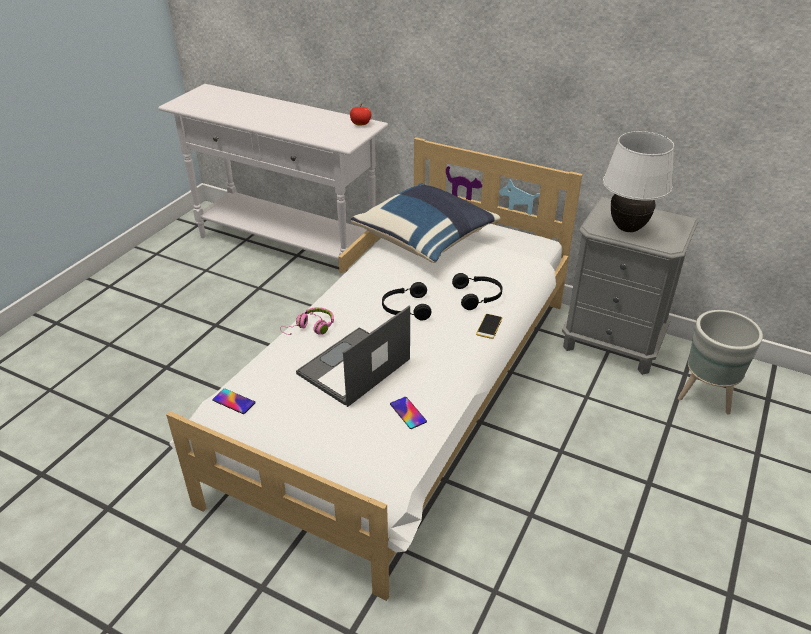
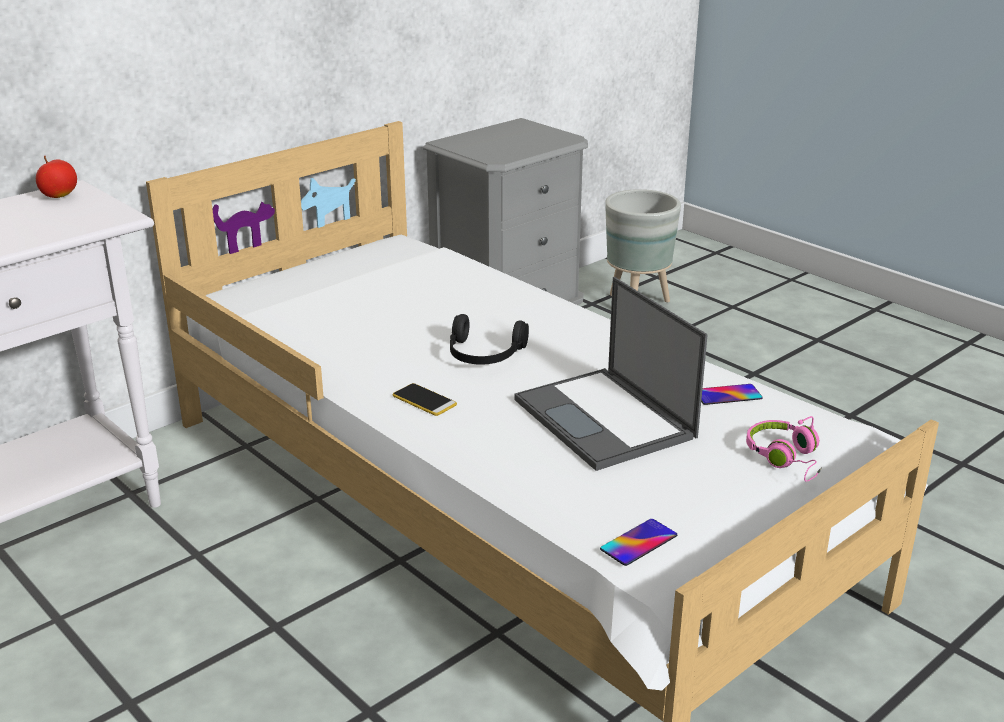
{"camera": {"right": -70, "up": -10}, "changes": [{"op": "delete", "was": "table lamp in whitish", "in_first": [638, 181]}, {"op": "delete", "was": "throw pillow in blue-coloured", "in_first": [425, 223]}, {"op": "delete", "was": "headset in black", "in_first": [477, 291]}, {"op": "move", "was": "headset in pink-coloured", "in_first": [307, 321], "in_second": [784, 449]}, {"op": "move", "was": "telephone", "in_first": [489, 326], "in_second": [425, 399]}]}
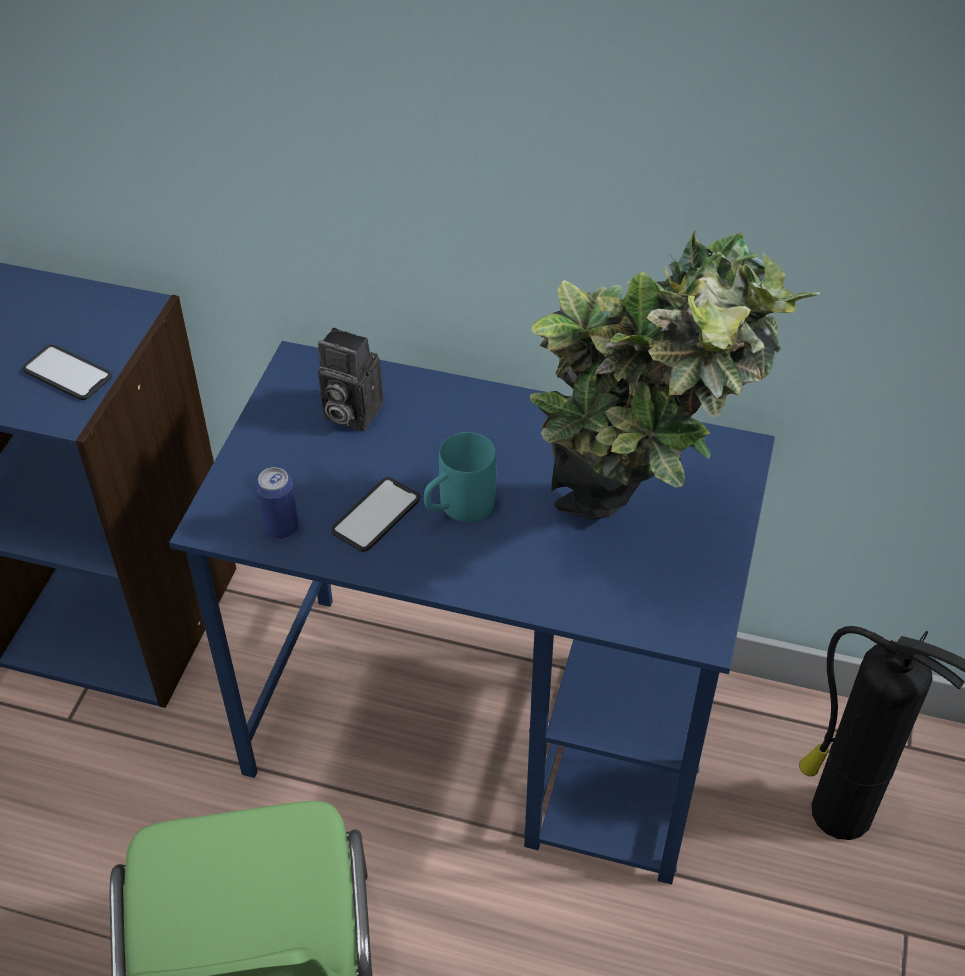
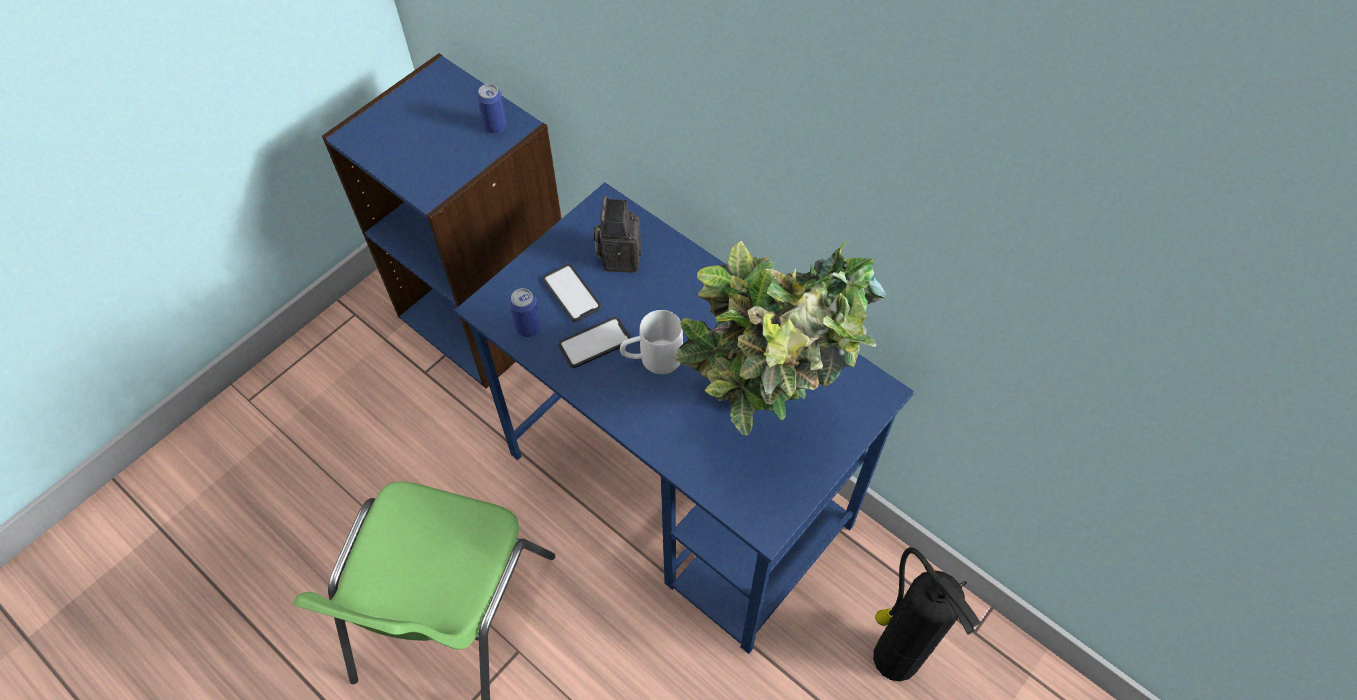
{"camera": {"right": 25, "up": 10}, "changes": [{"op": "rotate", "was": "still camera", "in_first": [350, 379], "in_second": [617, 234], "clockwise": 45}, {"op": "move", "was": "telephone", "in_first": [67, 372], "in_second": [572, 293]}, {"op": "recolor", "was": "coffee mug in turquoise-coloured", "now": "coffee mug in whitish", "in_first": [460, 477], "in_second": [651, 342]}, {"op": "insert", "now": "can", "in_second": [492, 109]}]}
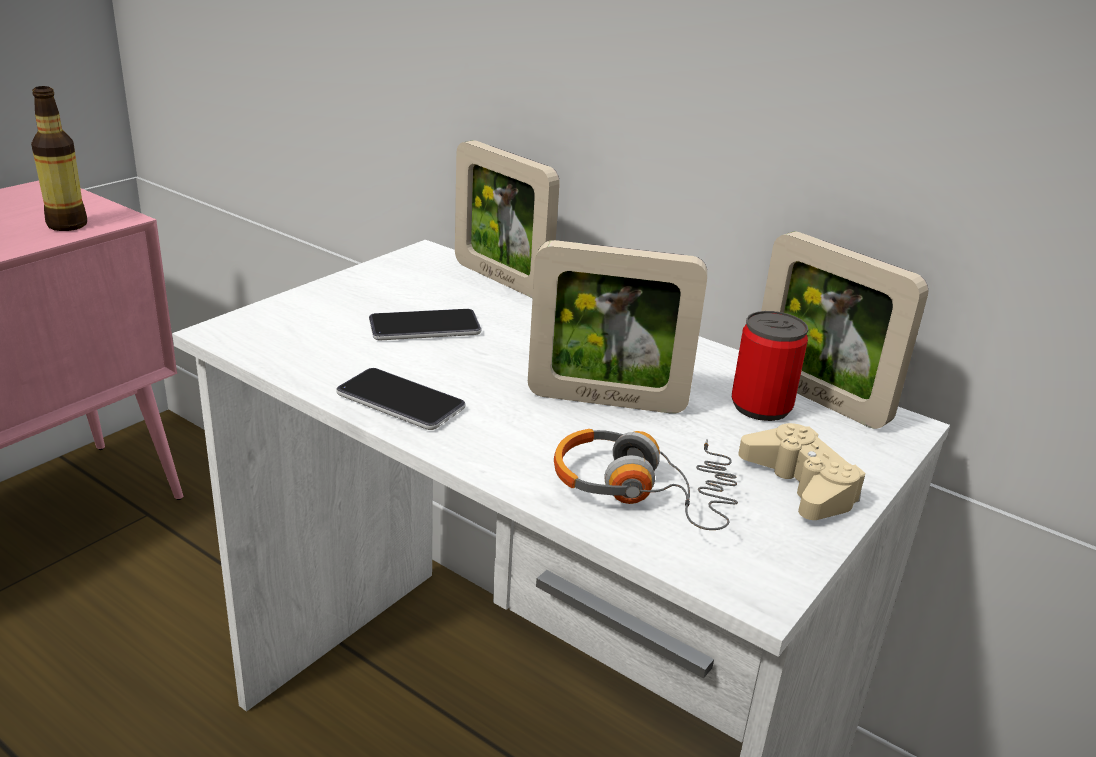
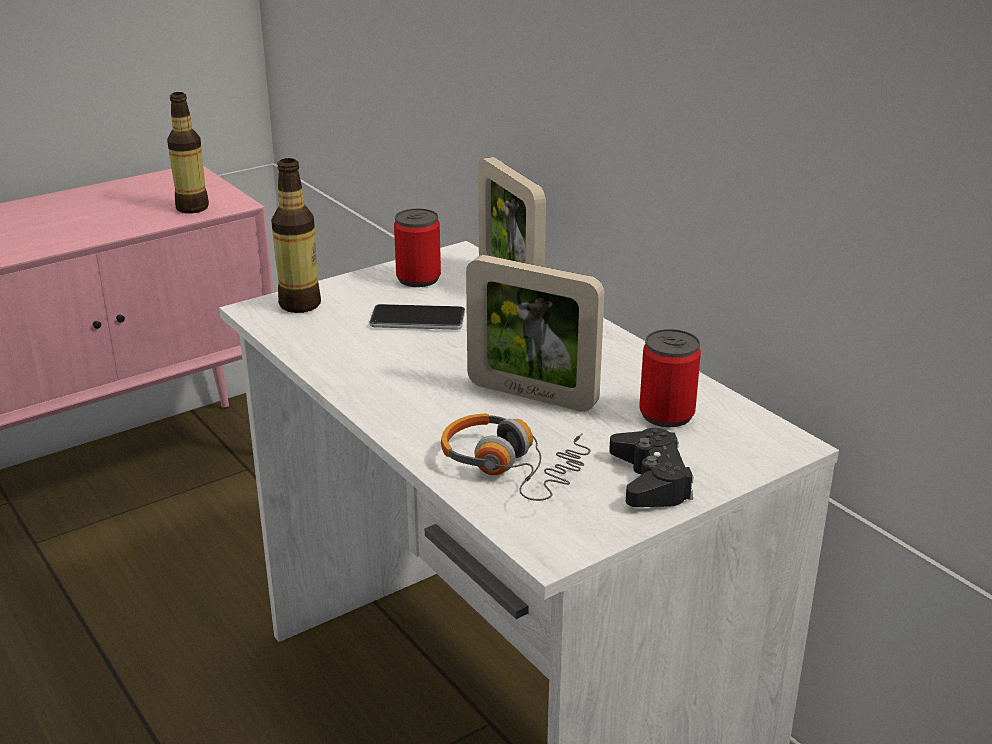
{"camera": {"right": 20, "up": 0}, "changes": [{"op": "delete", "was": "photo frame", "in_first": [844, 330]}, {"op": "delete", "was": "telephone", "in_first": [400, 399]}, {"op": "recolor", "was": "gamepad in beige", "now": "gamepad in black", "in_first": [801, 471], "in_second": [651, 467]}, {"op": "insert", "now": "drink bottle", "in_second": [296, 235]}, {"op": "insert", "now": "can", "in_second": [417, 247]}]}
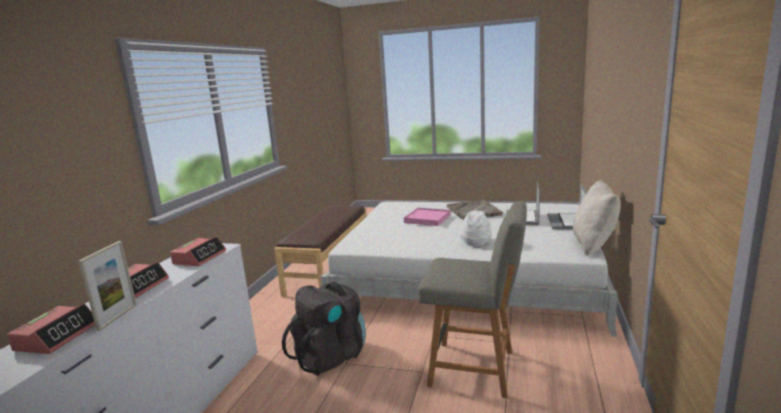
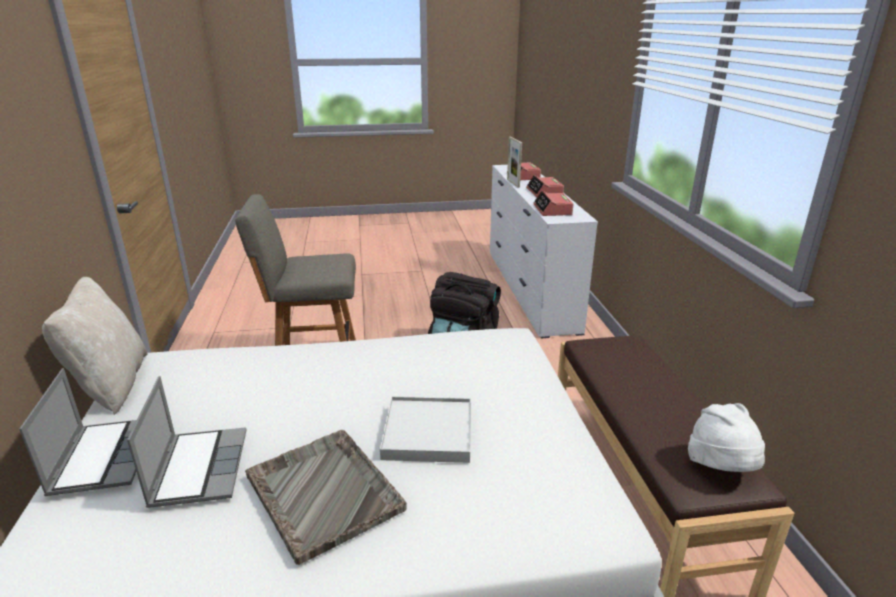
{"camera": {"right": 155, "up": 10}, "changes": [{"op": "recolor", "was": "serving tray in pink-coloured", "now": "serving tray in whitish", "in_first": [427, 217], "in_second": [425, 429]}, {"op": "move", "was": "wearable hat in whitish", "in_first": [476, 228], "in_second": [726, 437]}]}
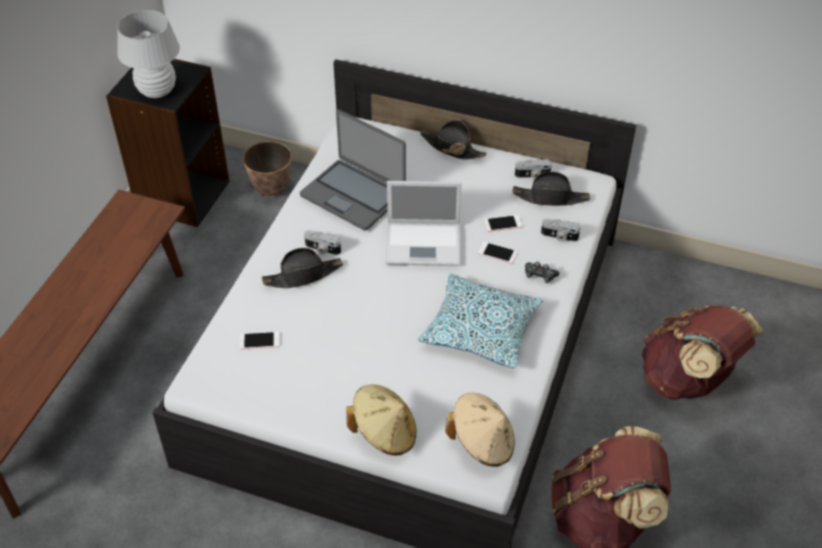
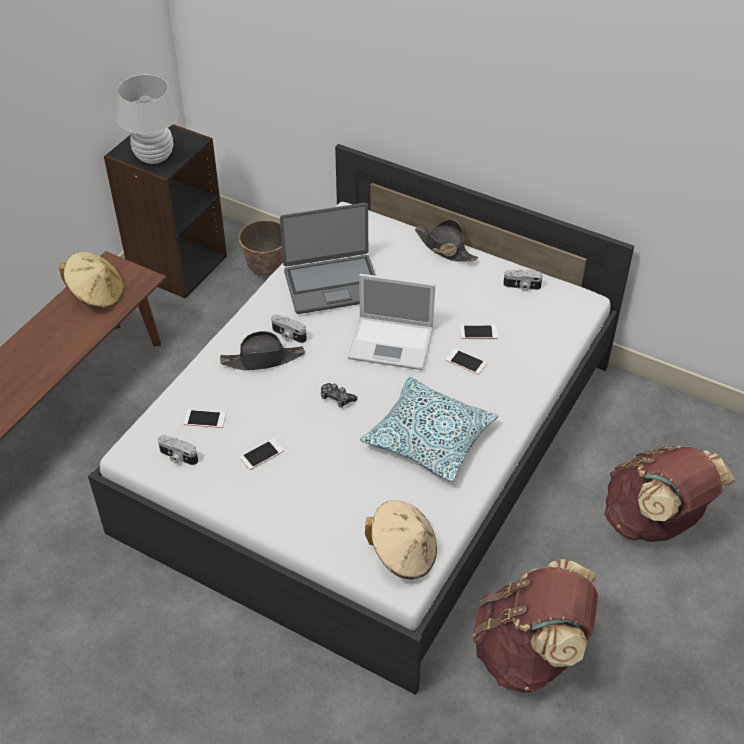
{"camera": {"right": 10, "up": 0}, "changes": [{"op": "rotate", "was": "portable computer", "in_first": [353, 170], "in_second": [328, 258], "clockwise": -60}, {"op": "delete", "was": "wearable hat in black", "in_first": [551, 189]}, {"op": "move", "was": "still camera", "in_first": [560, 230], "in_second": [178, 450]}, {"op": "move", "was": "gamepad", "in_first": [542, 272], "in_second": [339, 395]}, {"op": "move", "was": "wearable hat in beige", "in_first": [381, 420], "in_second": [91, 280]}, {"op": "insert", "now": "telephone", "in_second": [262, 454]}]}
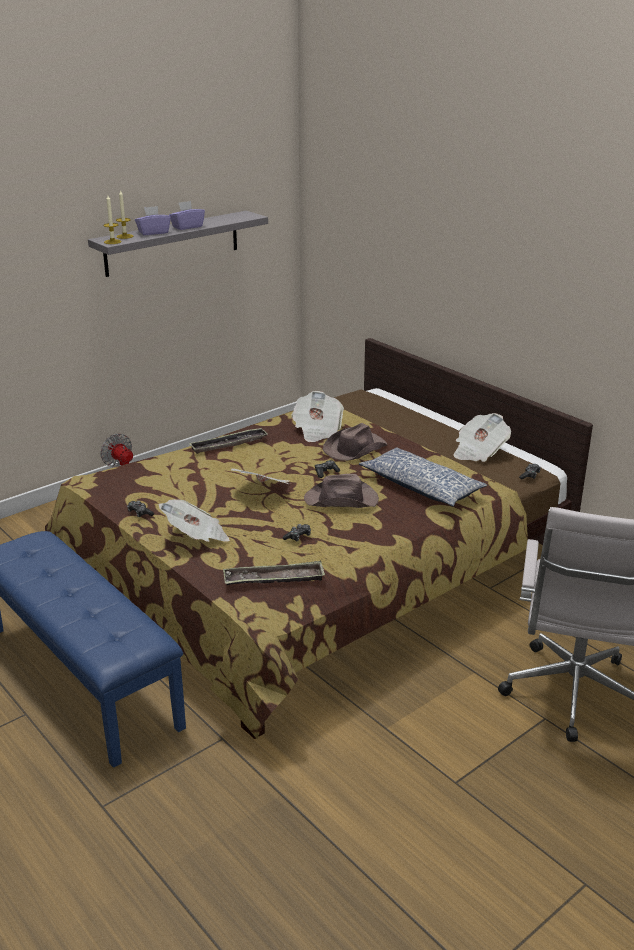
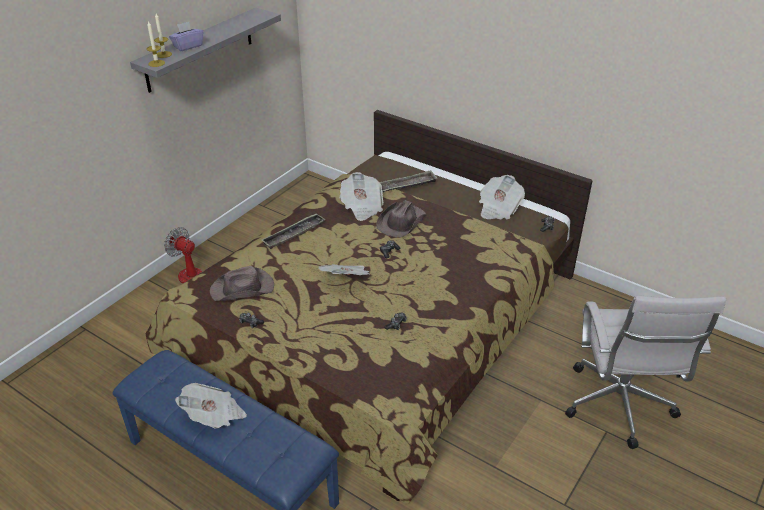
{"camera": {"right": -15, "up": 10}, "changes": [{"op": "delete", "was": "tissue box in purple-coloured", "in_first": [187, 215]}, {"op": "delete", "was": "throw pillow", "in_first": [423, 477]}, {"op": "move", "was": "wearable hat in brown-coloured", "in_first": [341, 491], "in_second": [242, 283]}, {"op": "move", "was": "printed paper", "in_first": [194, 520], "in_second": [211, 406]}, {"op": "move", "was": "serving tray", "in_first": [274, 572], "in_second": [408, 181]}]}
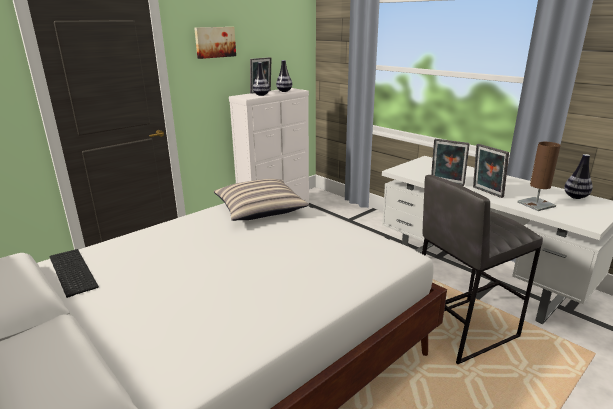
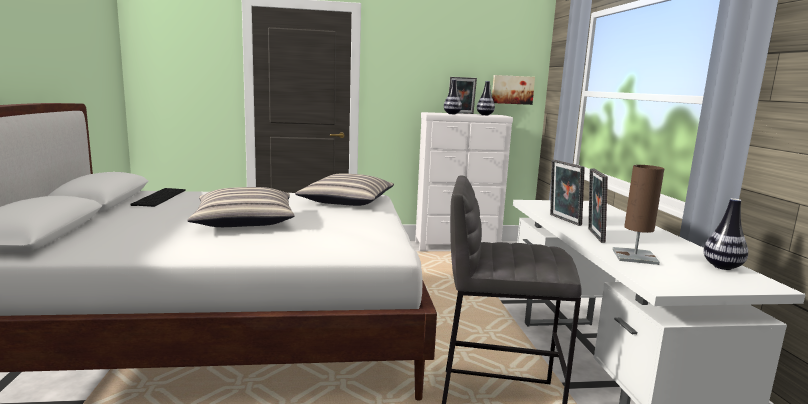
{"camera": {"right": 35, "up": -10}, "changes": [{"op": "move", "was": "picture", "in_first": [215, 43], "in_second": [513, 90]}, {"op": "insert", "now": "throw pillow", "in_second": [240, 207]}]}
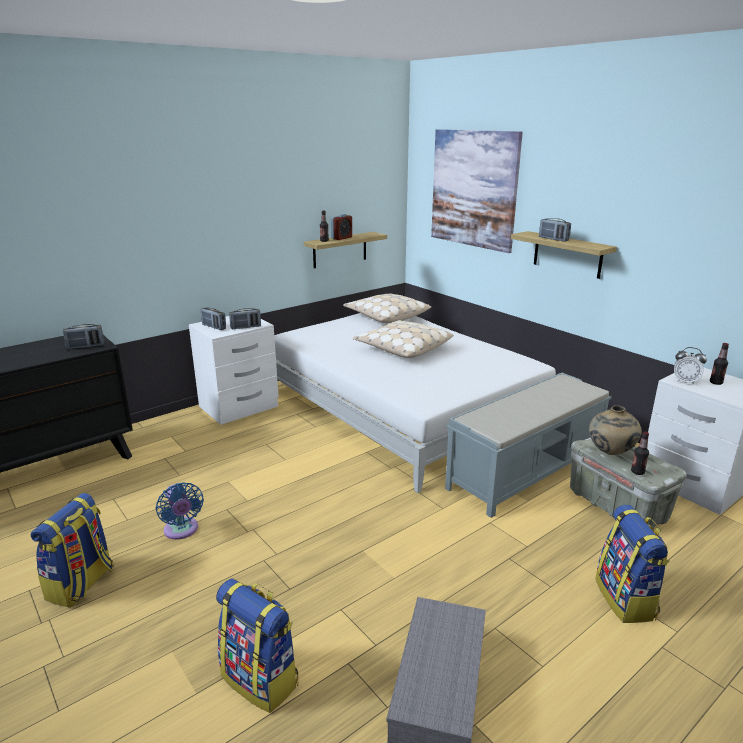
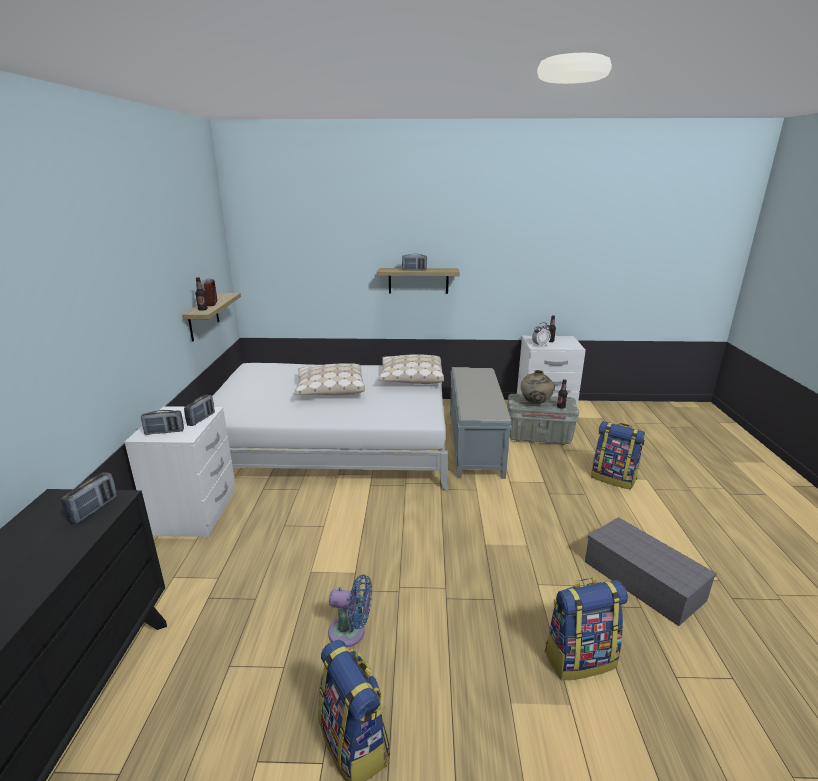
{"camera": {"right": -50, "up": 0}, "changes": [{"op": "delete", "was": "picture", "in_first": [477, 191]}, {"op": "move", "was": "throw pillow in beige", "in_first": [387, 308], "in_second": [411, 369]}]}
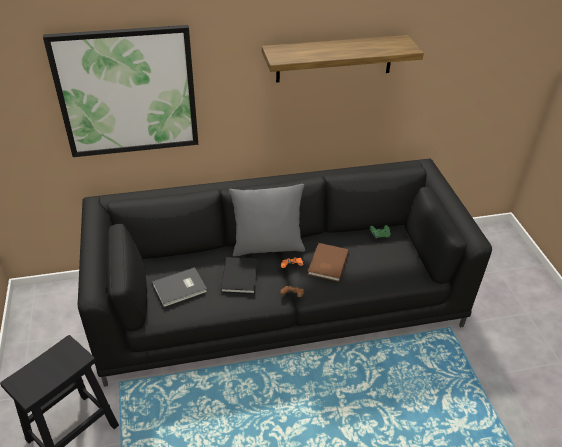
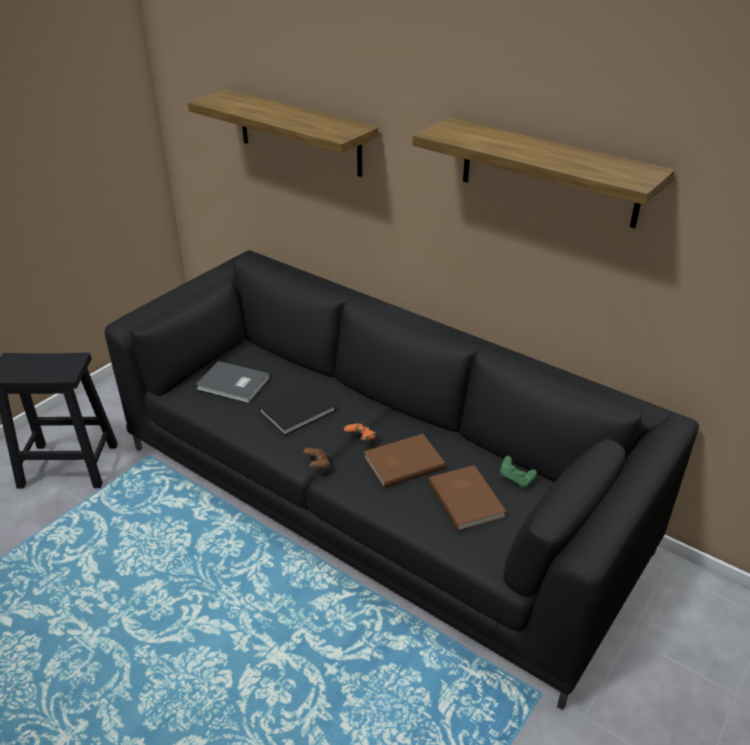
{"camera": {"right": 50, "up": -5}, "changes": [{"op": "replace", "was": "picture", "now": "wall shelf", "in_first": [120, 91], "in_second": [283, 133]}, {"op": "delete", "was": "throw pillow in grey", "in_first": [267, 220]}, {"op": "insert", "now": "book in brown-coloured", "in_second": [467, 498]}]}
